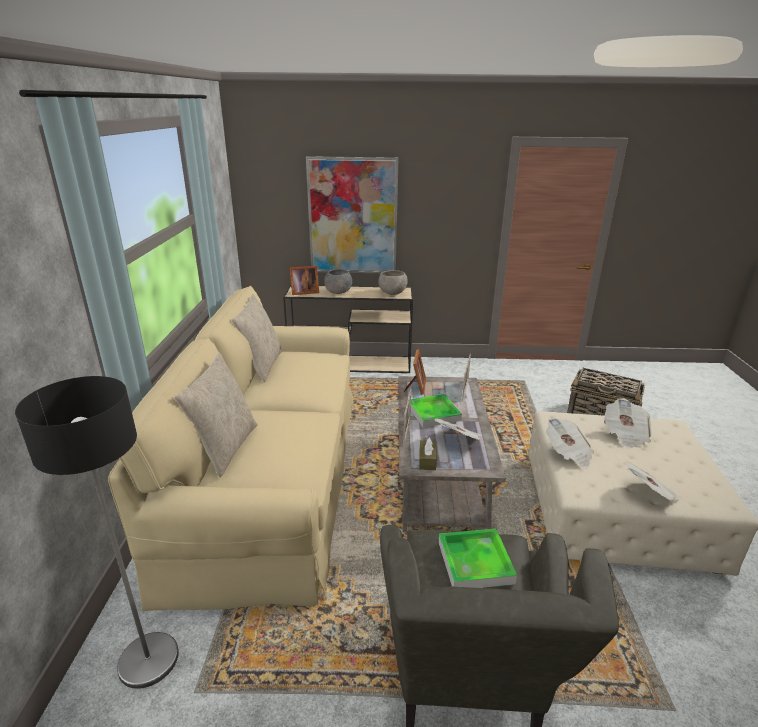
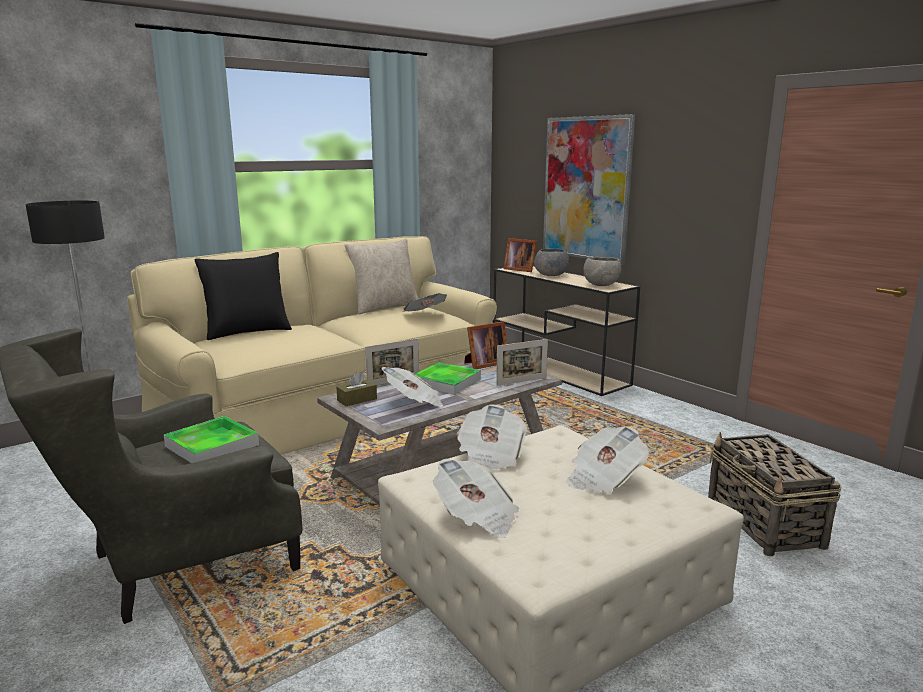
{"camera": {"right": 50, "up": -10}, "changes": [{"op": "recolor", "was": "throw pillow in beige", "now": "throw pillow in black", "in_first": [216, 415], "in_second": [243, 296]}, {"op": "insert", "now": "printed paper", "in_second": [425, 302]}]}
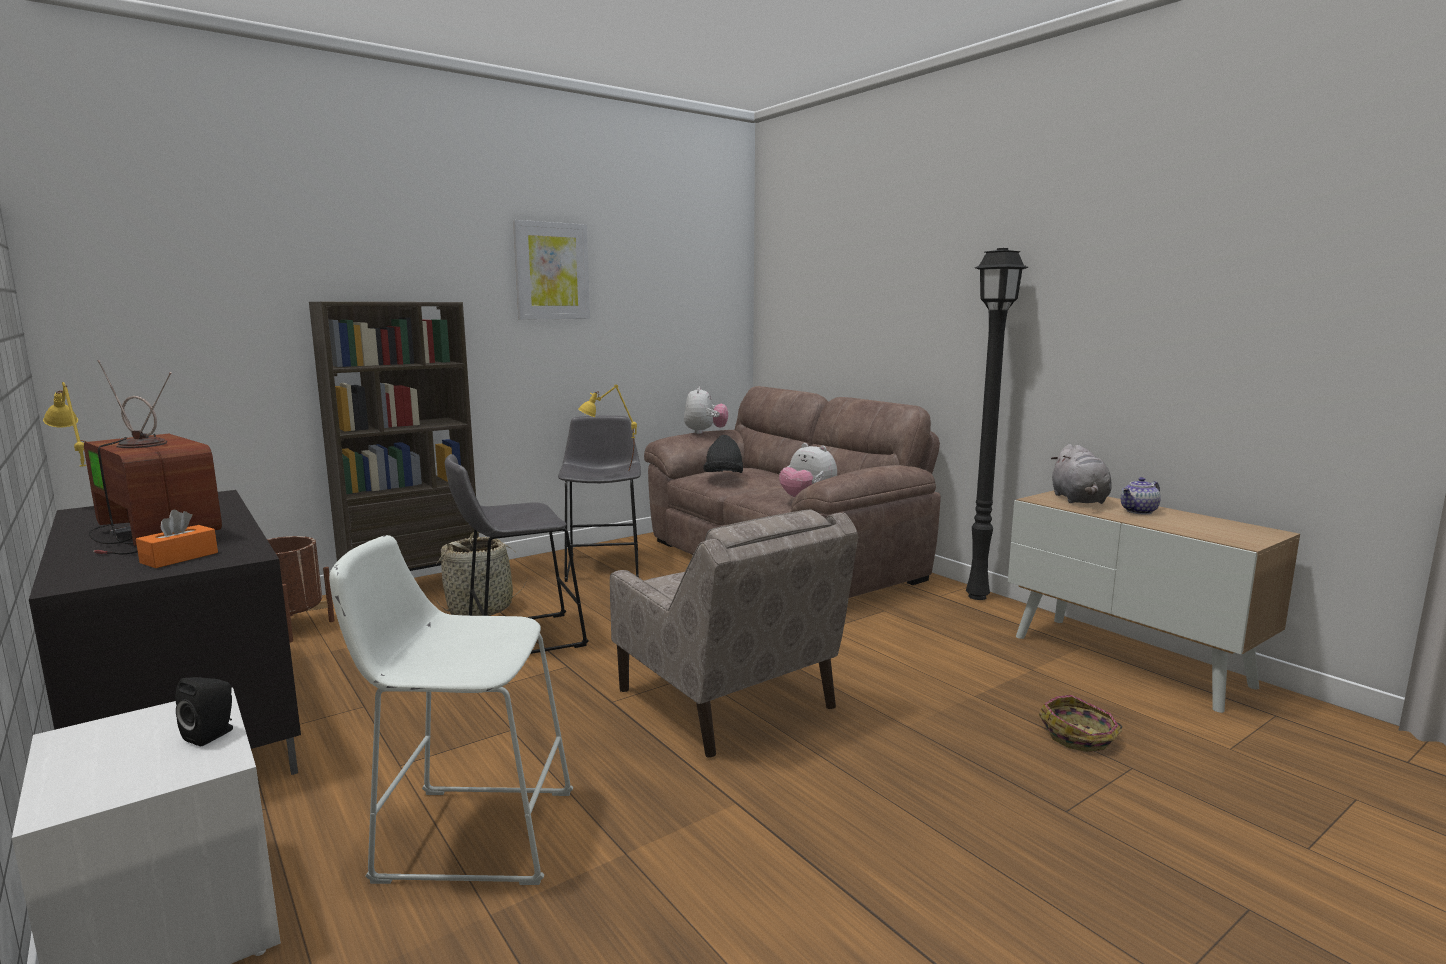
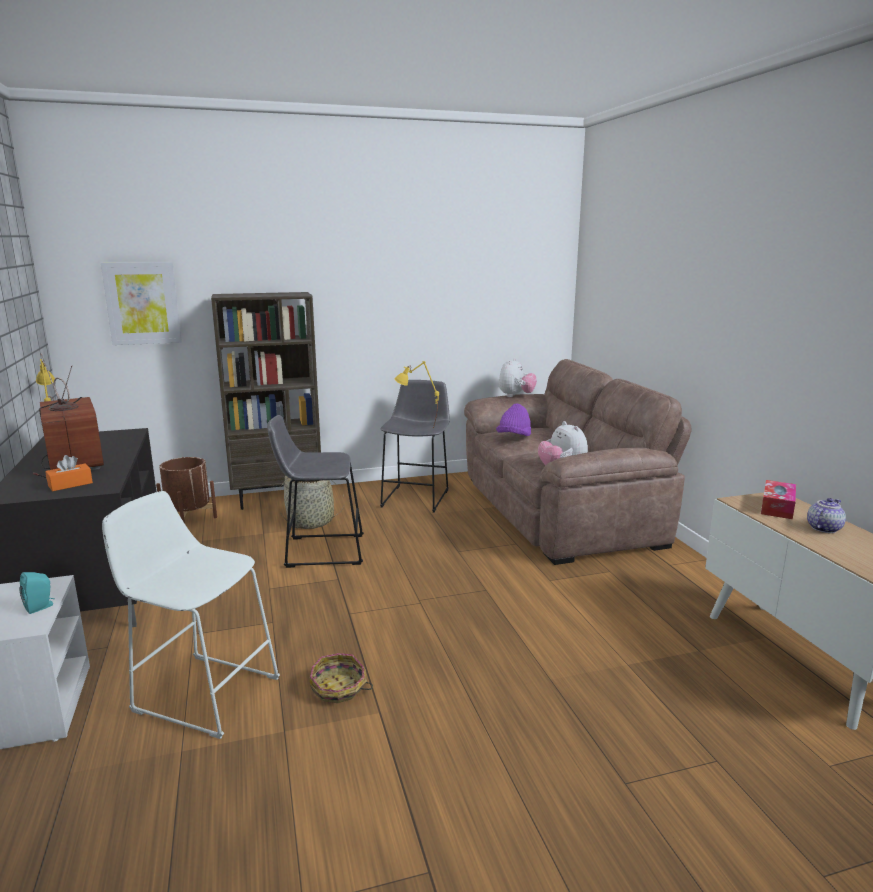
{"camera": {"right": 20, "up": 5}, "changes": [{"op": "move", "was": "picture", "in_first": [551, 270], "in_second": [141, 303]}, {"op": "delete", "was": "standing lamp in black", "in_first": [997, 424]}, {"op": "recolor", "was": "wearable hat in black", "now": "wearable hat in purple-coloured", "in_first": [723, 454], "in_second": [513, 419]}, {"op": "replace", "was": "soft toy in grey", "now": "tissue box", "in_first": [1081, 474], "in_second": [778, 499]}, {"op": "rotate", "was": "pot for tea", "in_first": [1141, 495], "in_second": [826, 515], "clockwise": 150}, {"op": "delete", "was": "easy chair in beige", "in_first": [734, 633]}, {"op": "recolor", "was": "audio speaker in black", "now": "audio speaker in turquoise-coloured", "in_first": [204, 712], "in_second": [37, 593]}, {"op": "move", "was": "storage basket", "in_first": [1080, 723], "in_second": [341, 678]}]}
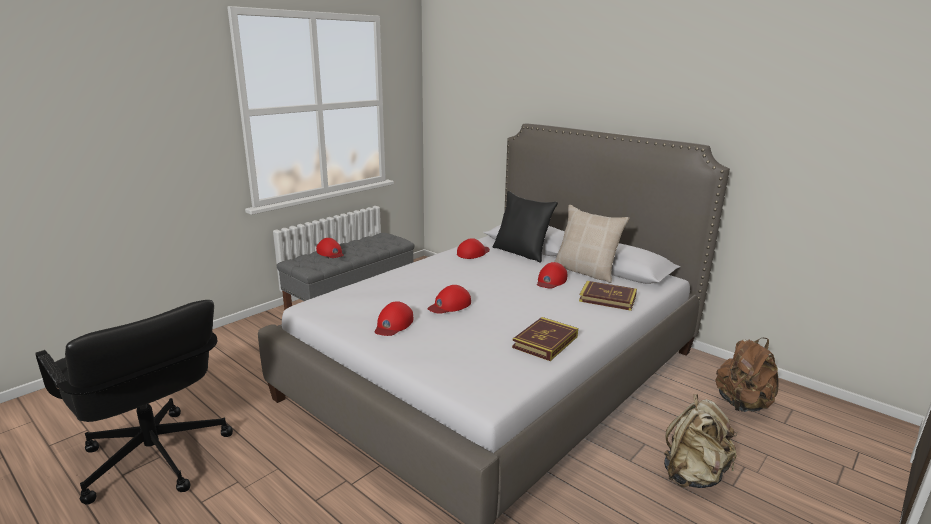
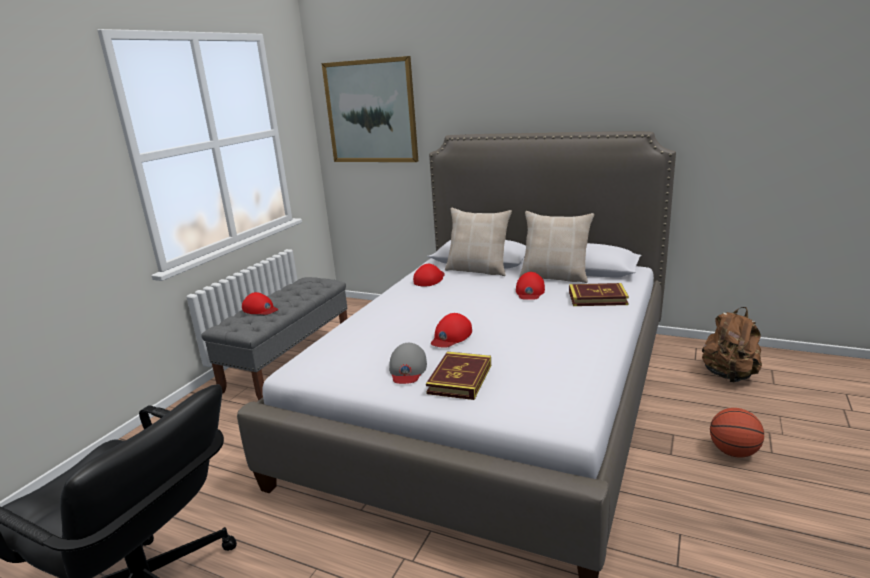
{"camera": {"right": -15, "up": 0}, "changes": [{"op": "recolor", "was": "throw pillow in black", "now": "throw pillow in beige", "in_first": [525, 226], "in_second": [478, 242]}, {"op": "recolor", "was": "cap in red", "now": "cap in grey", "in_first": [393, 318], "in_second": [408, 363]}, {"op": "move", "was": "book", "in_first": [545, 339], "in_second": [458, 375]}, {"op": "replace", "was": "knapsack in beige", "now": "basketball ball", "in_first": [700, 441], "in_second": [737, 433]}, {"op": "insert", "now": "picture", "in_second": [370, 109]}]}
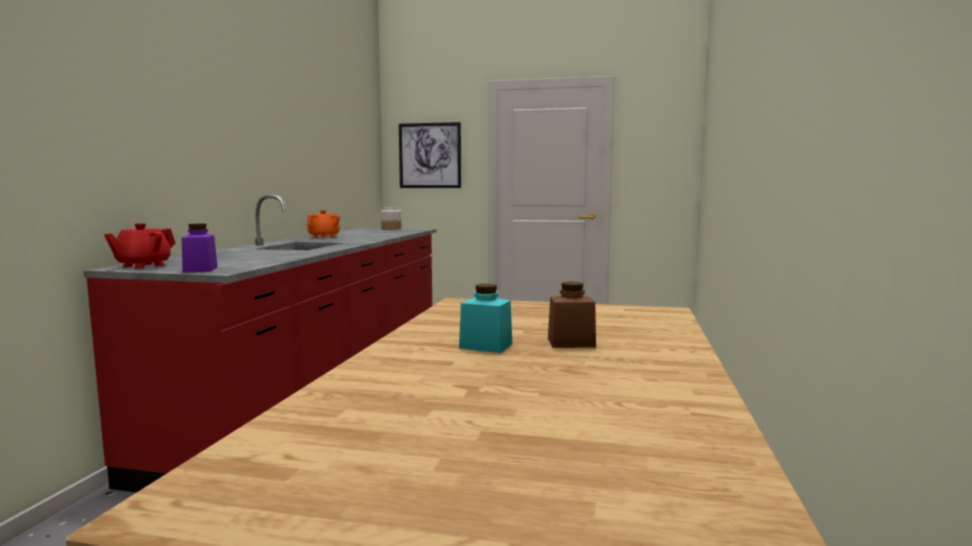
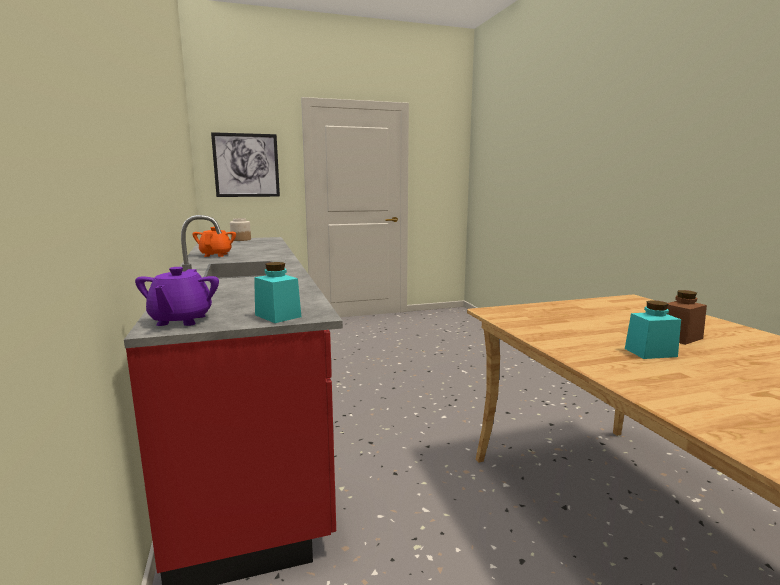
{"camera": {"right": -30, "up": 5}, "changes": [{"op": "recolor", "was": "pot for tea in red", "now": "pot for tea in purple-coloured", "in_first": [140, 246], "in_second": [177, 296]}, {"op": "recolor", "was": "storage jar in purple-coloured", "now": "storage jar in turquoise-coloured", "in_first": [200, 248], "in_second": [277, 292]}]}
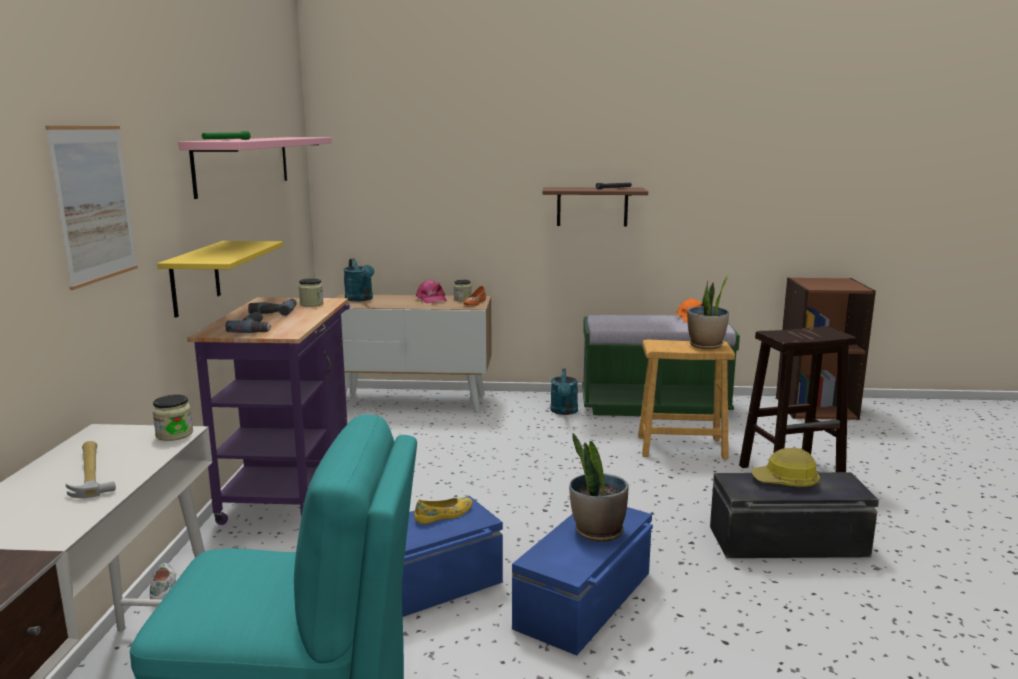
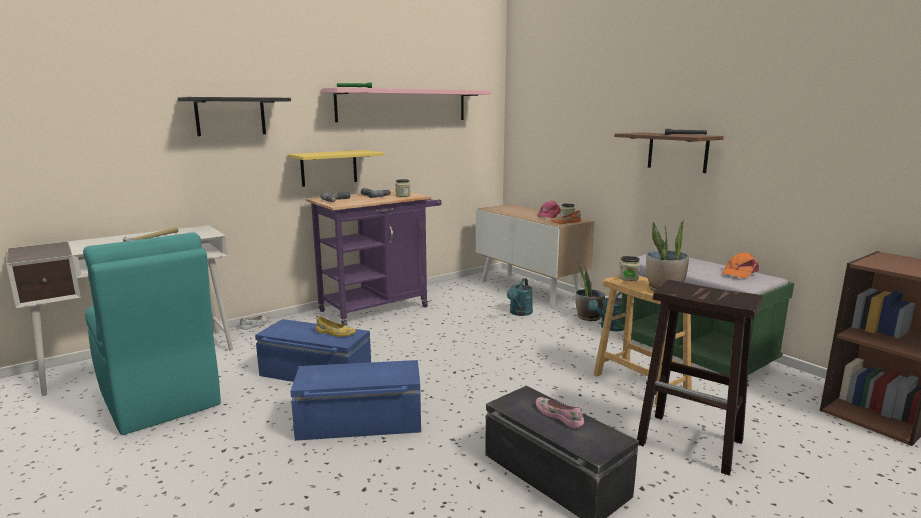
{"camera": {"right": 50, "up": 0}, "changes": [{"op": "replace", "was": "picture", "now": "wall shelf in black", "in_first": [91, 208], "in_second": [234, 116]}, {"op": "move", "was": "watering can in turquoise-coloured", "in_first": [358, 280], "in_second": [520, 297]}, {"op": "move", "was": "storage jar", "in_first": [172, 418], "in_second": [629, 268]}, {"op": "move", "was": "houseplant", "in_first": [598, 487], "in_second": [590, 293]}, {"op": "replace", "was": "safety helmet", "now": "item of footwear in pink-coloured", "in_first": [785, 467], "in_second": [560, 412]}]}
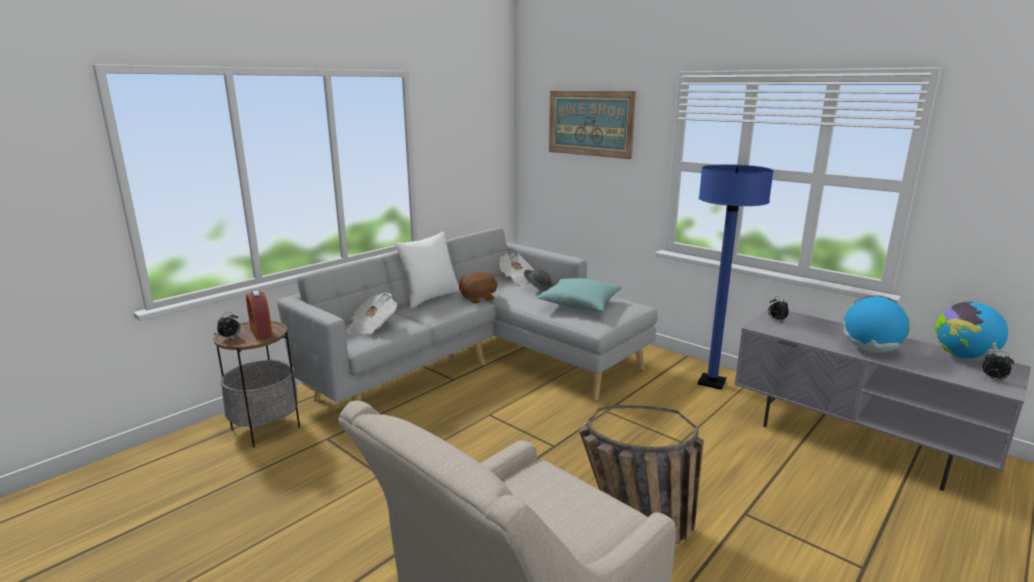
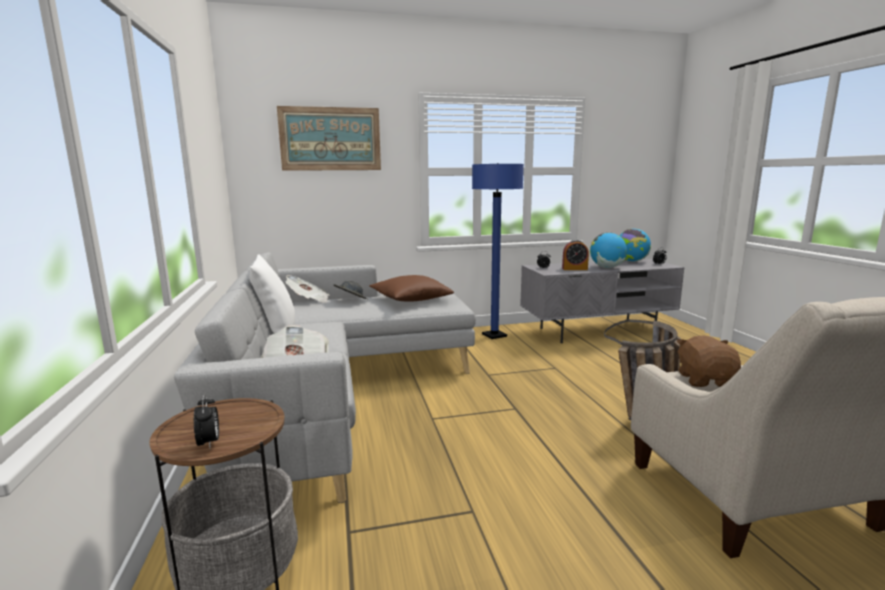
{"camera": {"right": -55, "up": -5}, "changes": [{"op": "move", "was": "soft toy in brown-coloured", "in_first": [478, 287], "in_second": [709, 361]}, {"op": "recolor", "was": "throw pillow in turquoise-coloured", "now": "throw pillow in brown-coloured", "in_first": [579, 295], "in_second": [411, 288]}, {"op": "move", "was": "alarm clock", "in_first": [259, 315], "in_second": [575, 255]}]}
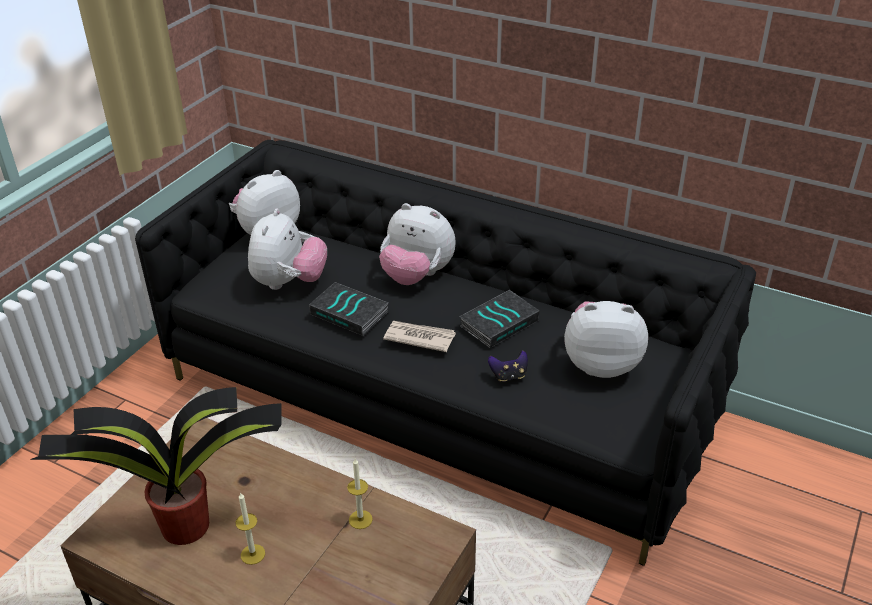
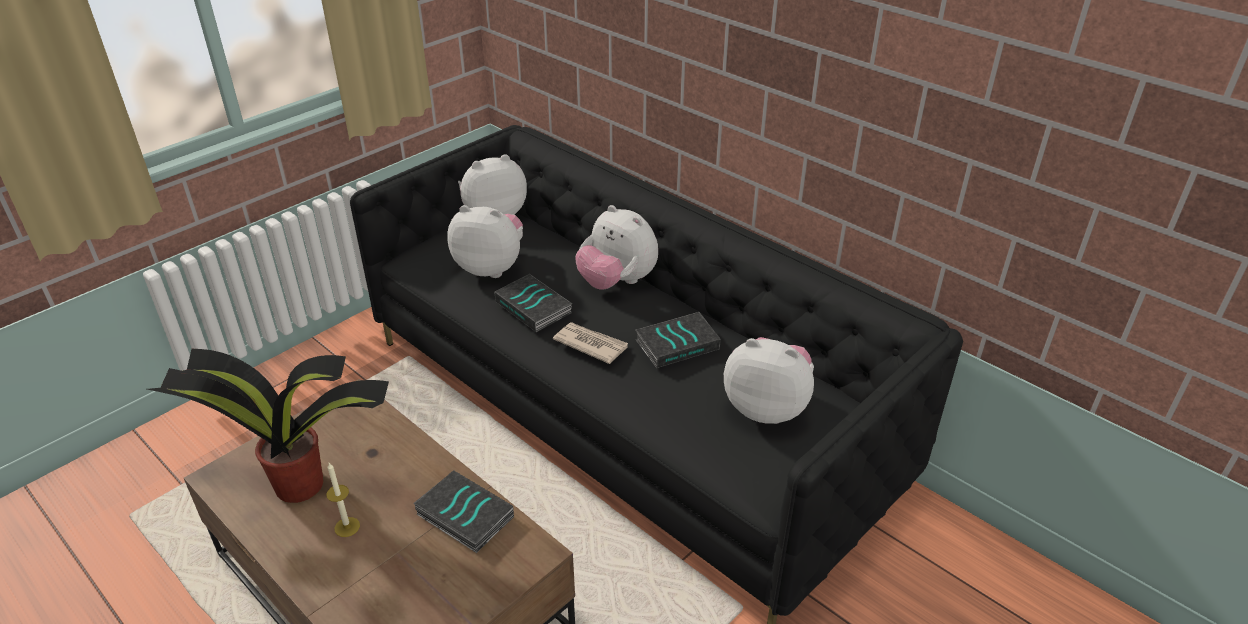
{"camera": {"right": 15, "up": 0}, "changes": [{"op": "rotate", "was": "soft toy", "in_first": [287, 249], "in_second": [485, 241], "clockwise": -105}, {"op": "delete", "was": "gamepad", "in_first": [508, 366]}, {"op": "replace", "was": "candle", "now": "book", "in_first": [360, 493], "in_second": [463, 511]}]}
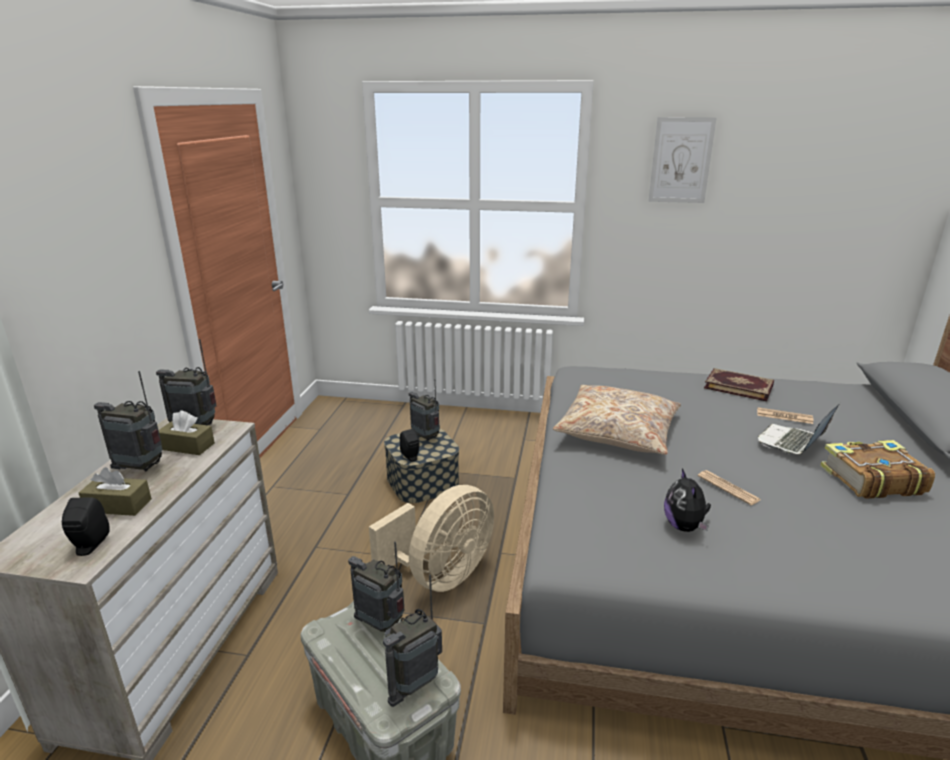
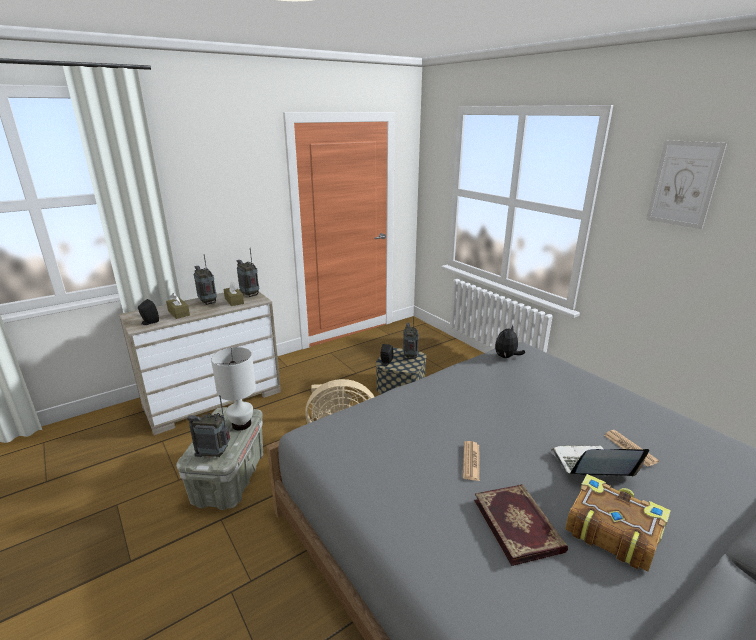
{"camera": {"right": 45, "up": 0}, "changes": [{"op": "move", "was": "book", "in_first": [739, 384], "in_second": [521, 525]}, {"op": "delete", "was": "throw pillow in beige", "in_first": [617, 420]}, {"op": "move", "was": "soft toy", "in_first": [687, 500], "in_second": [510, 341]}, {"op": "replace", "was": "radio receiver", "now": "table lamp in whitish", "in_first": [376, 587], "in_second": [233, 388]}]}
